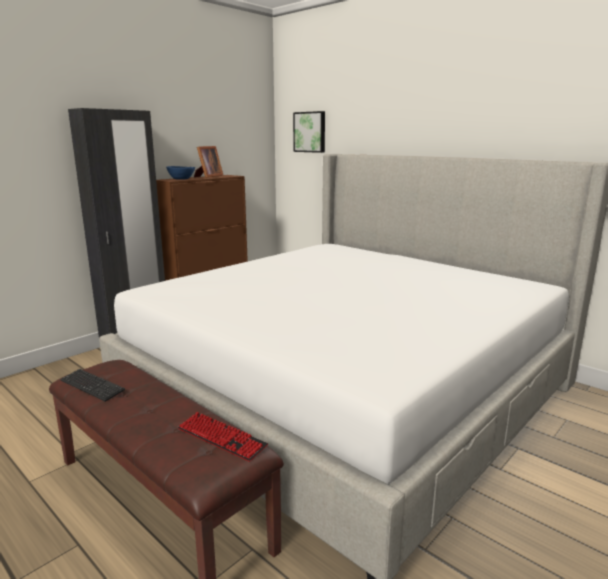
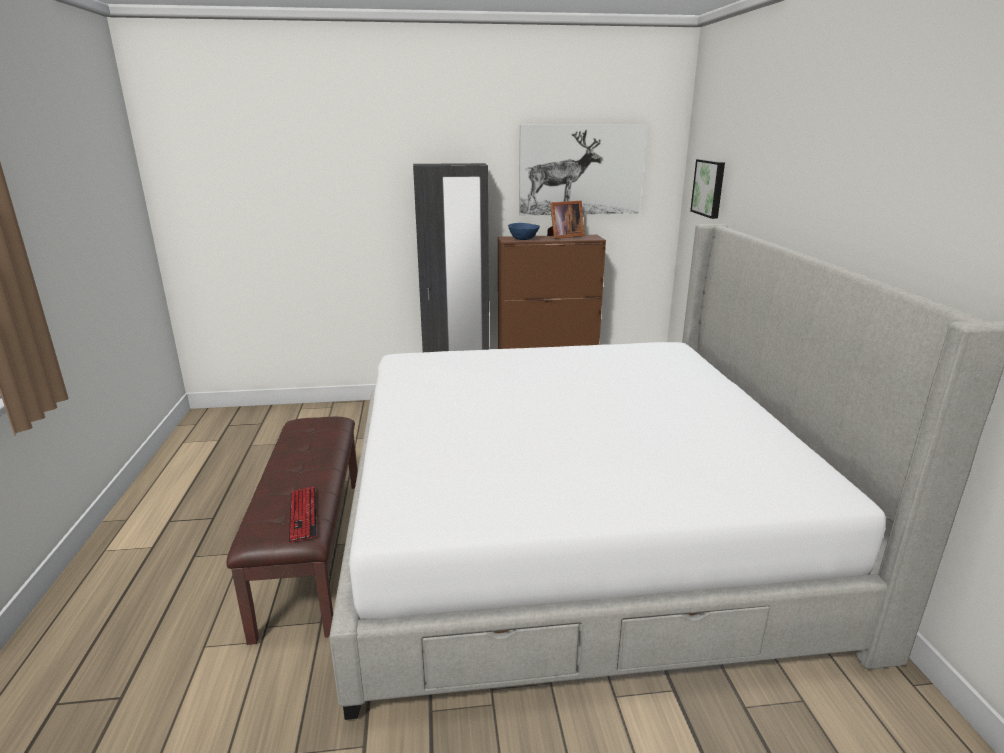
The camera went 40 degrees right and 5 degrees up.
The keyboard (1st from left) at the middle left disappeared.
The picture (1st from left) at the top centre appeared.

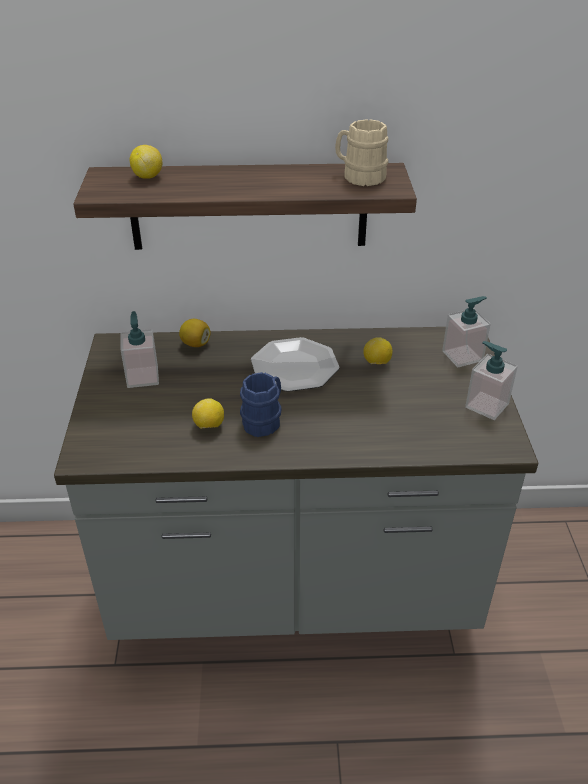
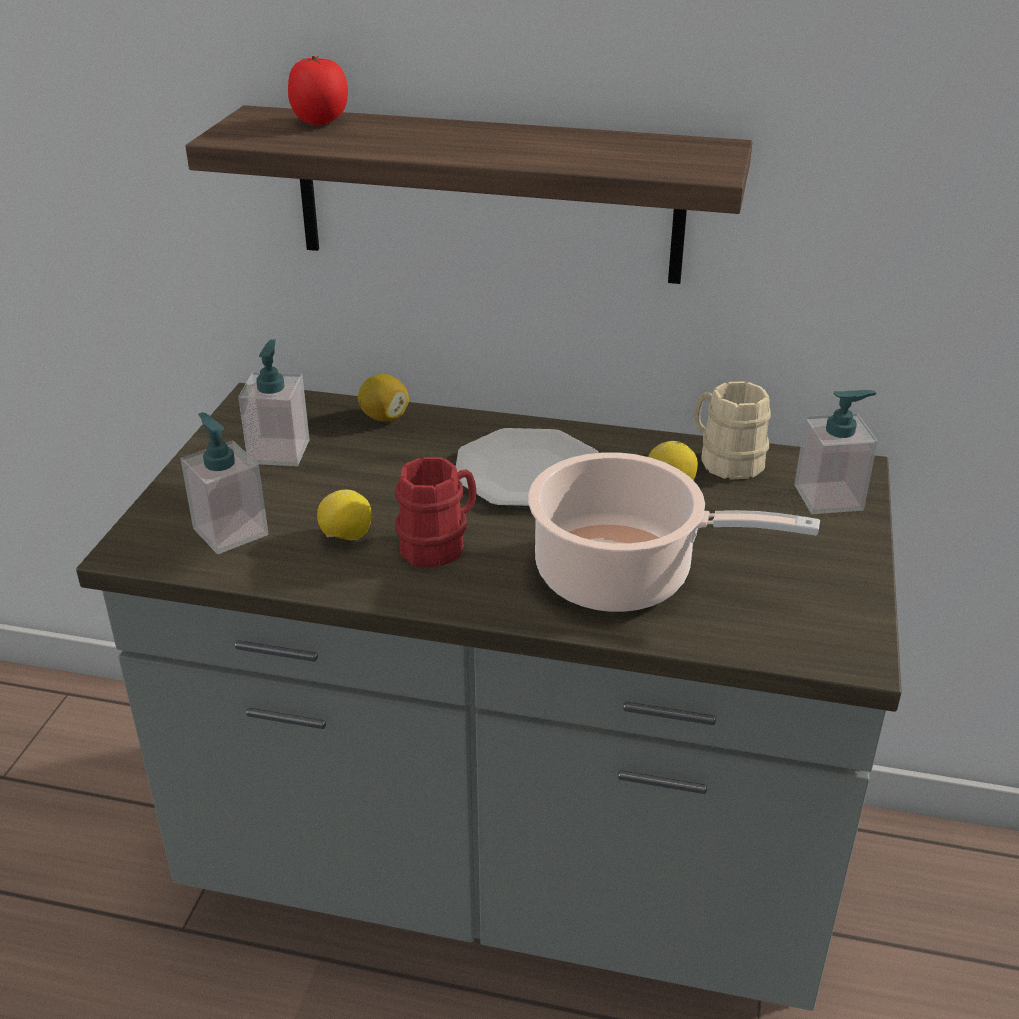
The camera went 15 degrees right and 5 degrees down.
The cooking pot at the centre appeared.
The beige mug moved from the top centre to the middle right.
The soap dispenser (3rd from left in the first image) moved from the middle right to the middle left.
The lemon (1st from left) at the top left was replaced by the tomato at the top left.
The blue mug at the centre became the red mug at the centre.

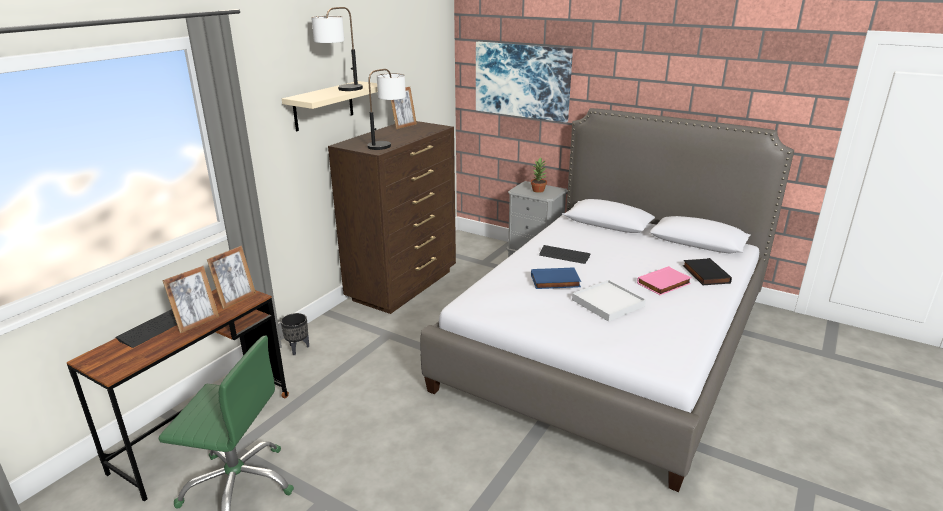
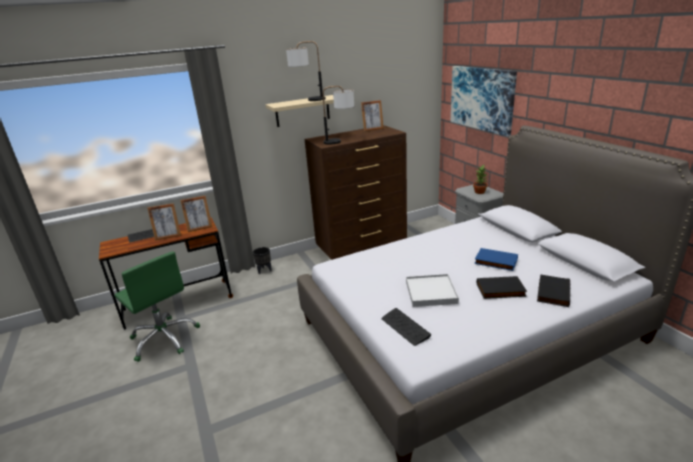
The camera went 35 degrees right and 0 degrees up.
The blue book moved from the centre to the middle right.
The keyboard (2nd from left) moved from the centre to the bottom centre.
The pink book at the middle right became the black book (1st from left) at the middle right.

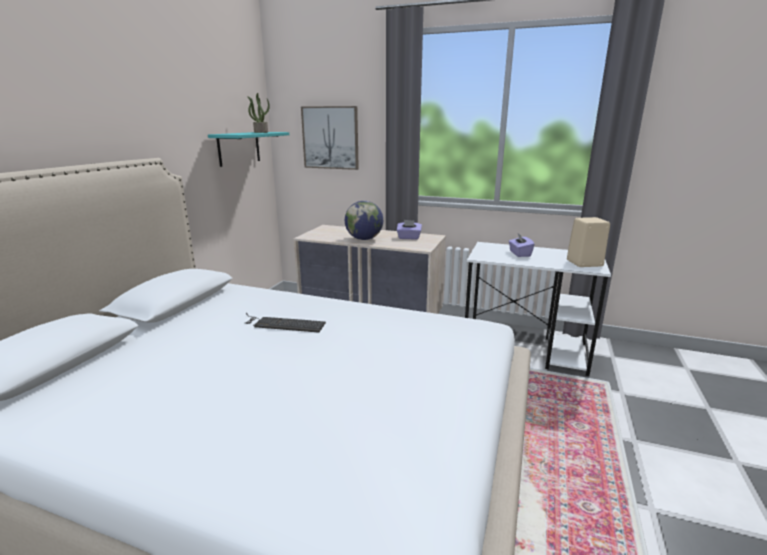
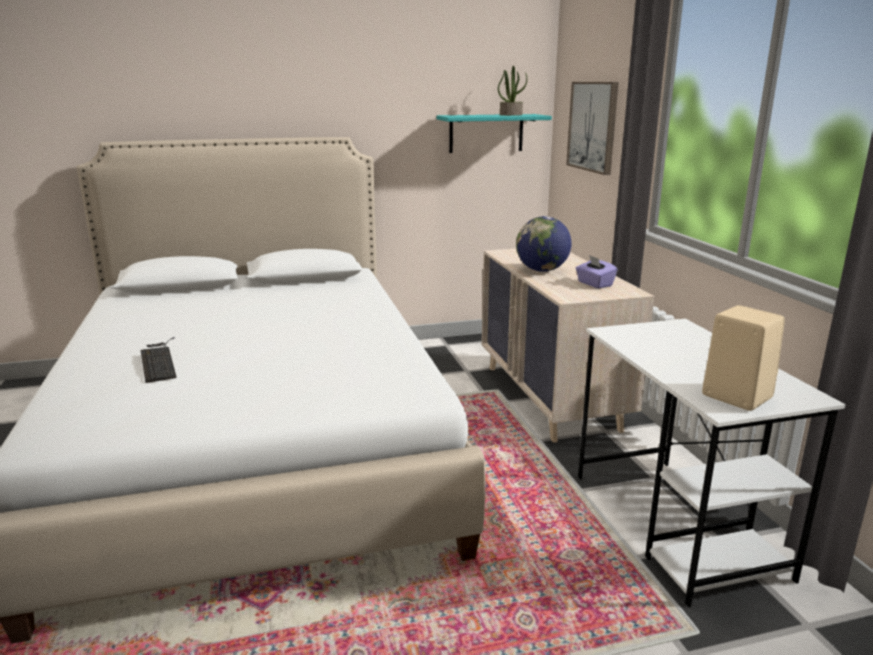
The camera went 55 degrees right and 0 degrees up.
The purple tissue box (2nd from left) at the middle right disappeared.
The keyboard moved from the centre to the middle left.

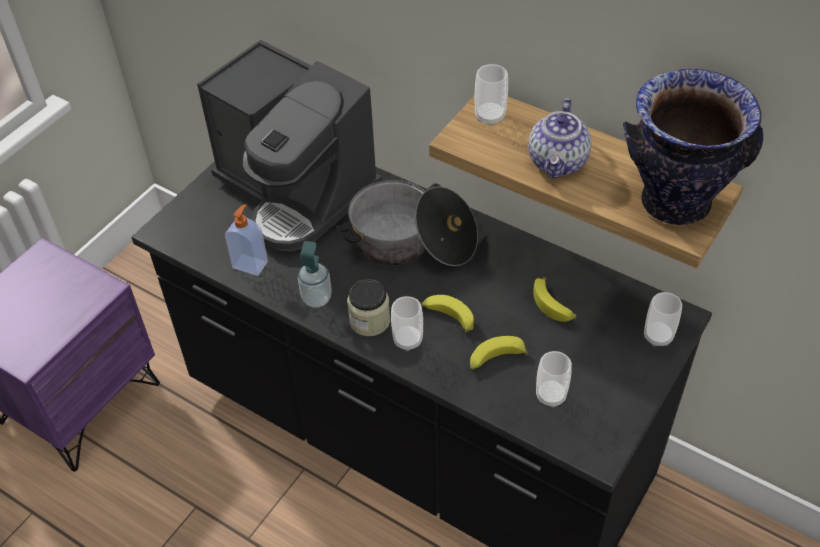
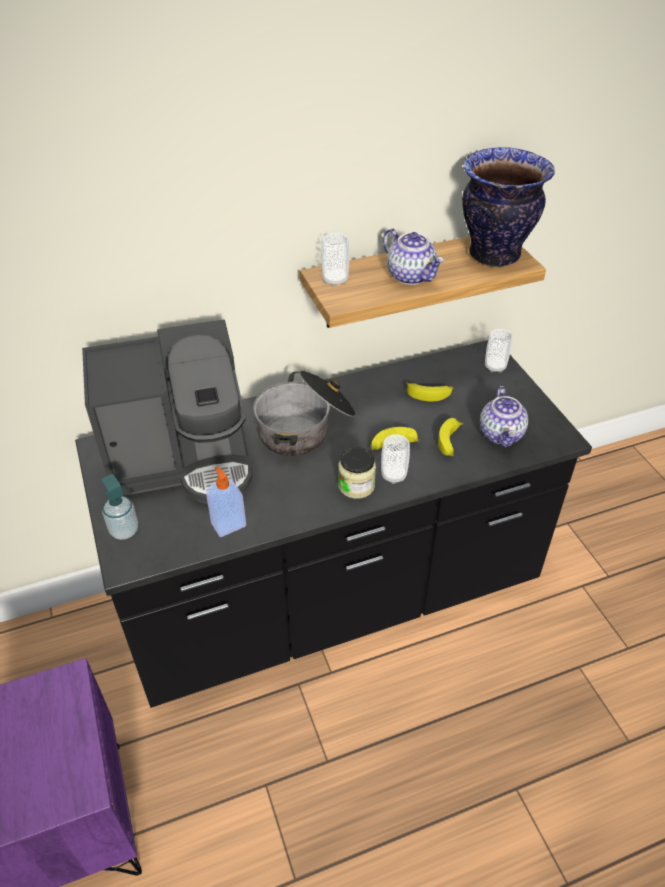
The camera went 55 degrees left and 5 degrees down.
The soap dispenser (2nd from left in the first image) moved from the centre to the middle left.
The cup (3rd from left) at the bottom right was replaced by the teapot (2nd from left) at the middle right.

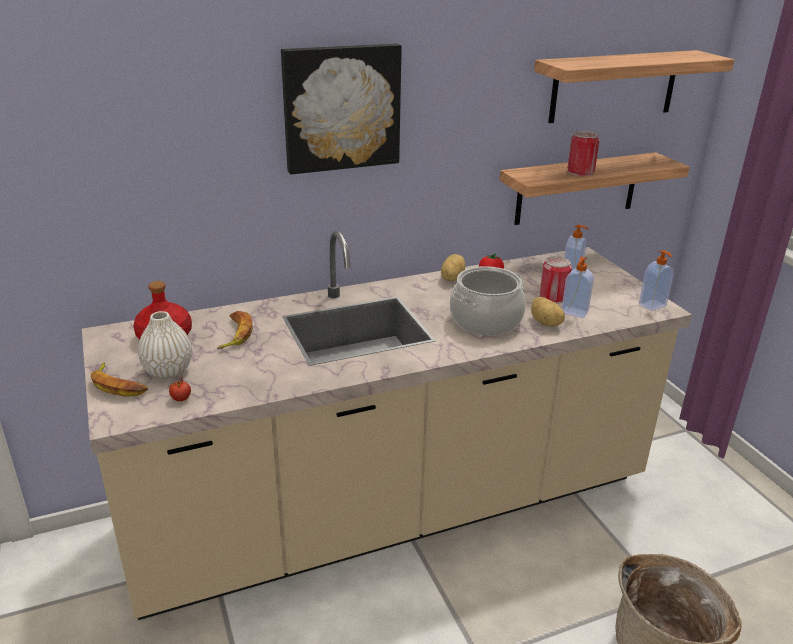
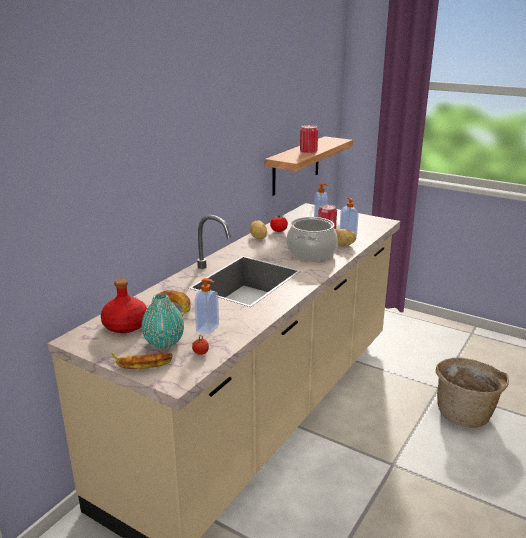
The camera went 35 degrees left and 5 degrees down.
The picture at the top centre disappeared.
The shelf (2nd from left) at the top right disappeared.
The soap dispenser (3rd from left in the first image) moved from the middle right to the centre.
The white vase at the middle left became the turquoise vase at the middle left.

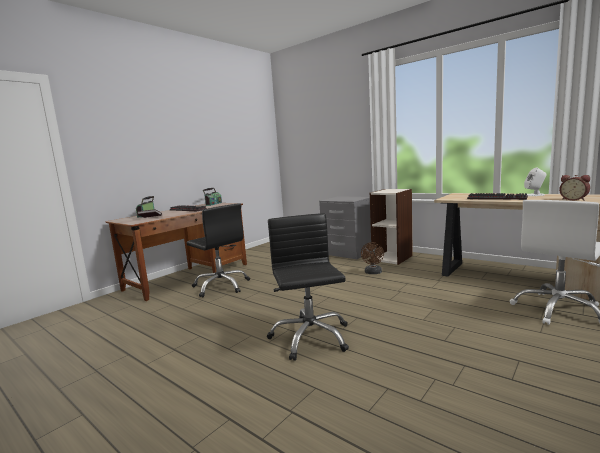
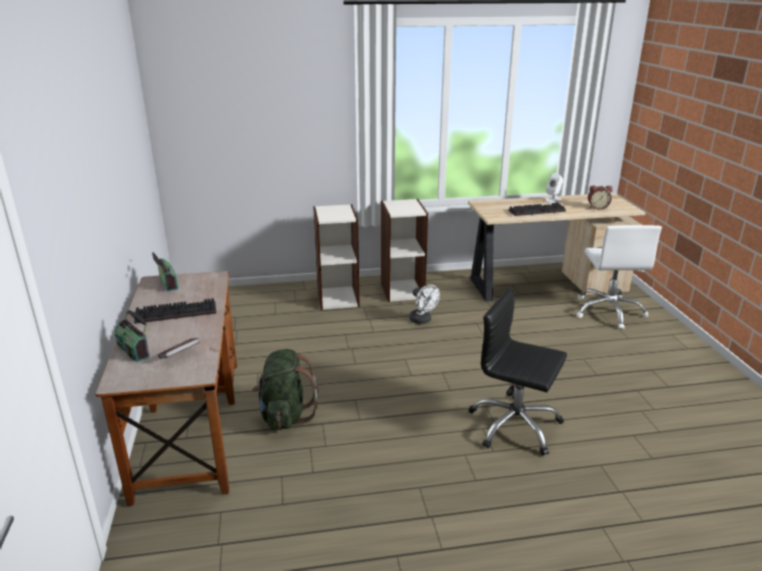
The camera went 50 degrees left and 15 degrees up.
The black office chair (1st from left) at the centre was replaced by the green backpack at the bottom centre.
The grey nightstand at the centre was replaced by the bookcase (1st from left) at the centre.
The brown fan at the centre became the white fan at the centre.

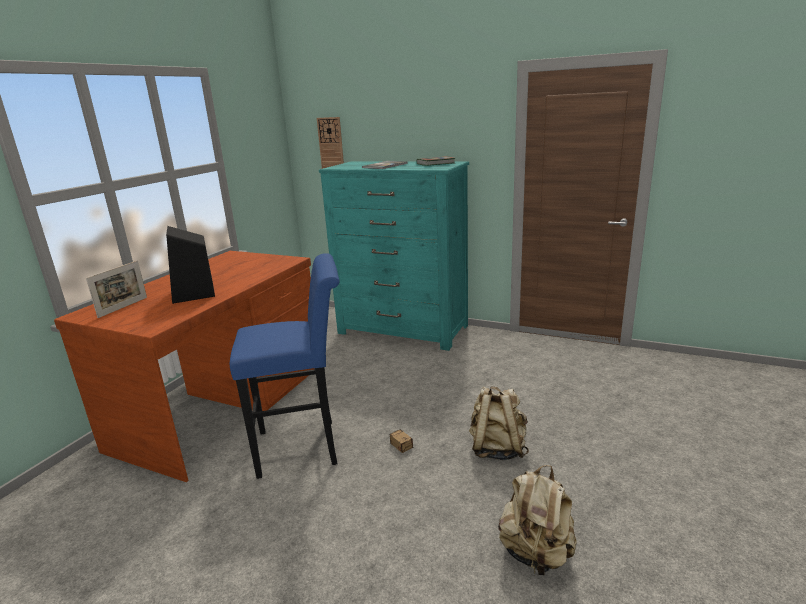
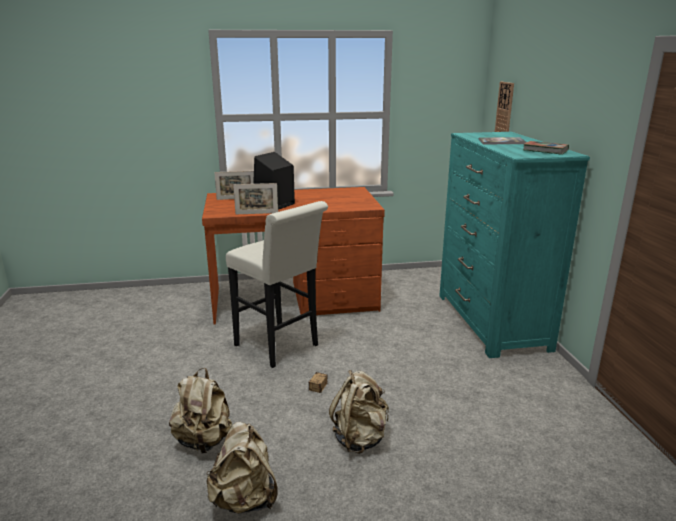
The camera went 55 degrees right and 0 degrees up.
The beige backpack (1st from left) at the bottom left appeared.
The picture frame (2nd from left) at the centre appeared.
The blue stool at the centre became the white stool at the centre.

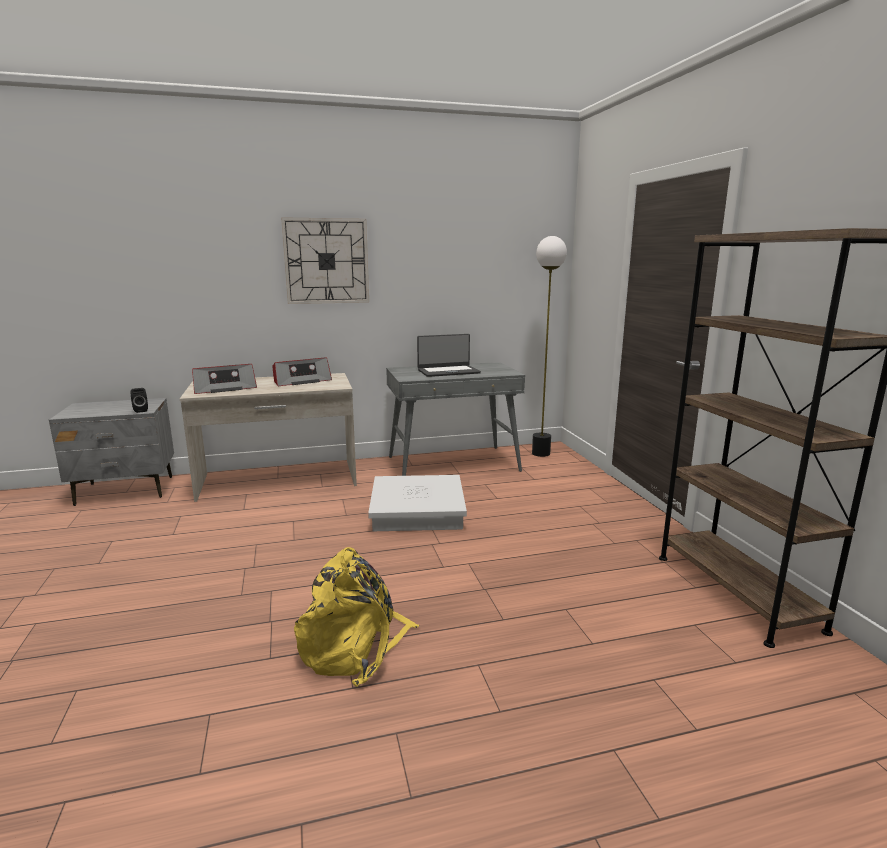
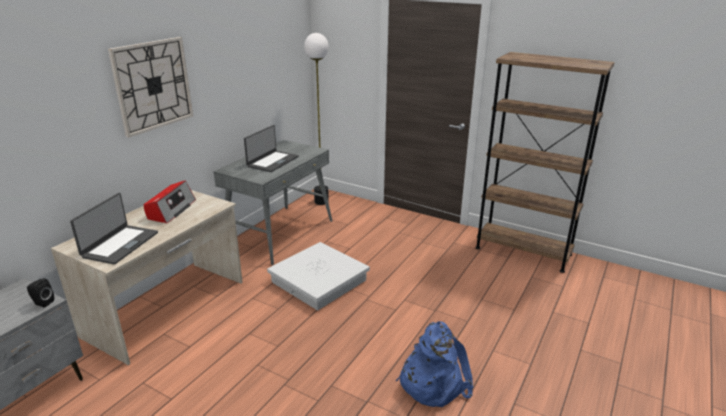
The camera went 45 degrees left and 10 degrees up.
The radio (1st from left) at the middle left was replaced by the laptop (1st from left) at the middle left.
The yellow backpack at the bottom centre became the blue backpack at the bottom centre.

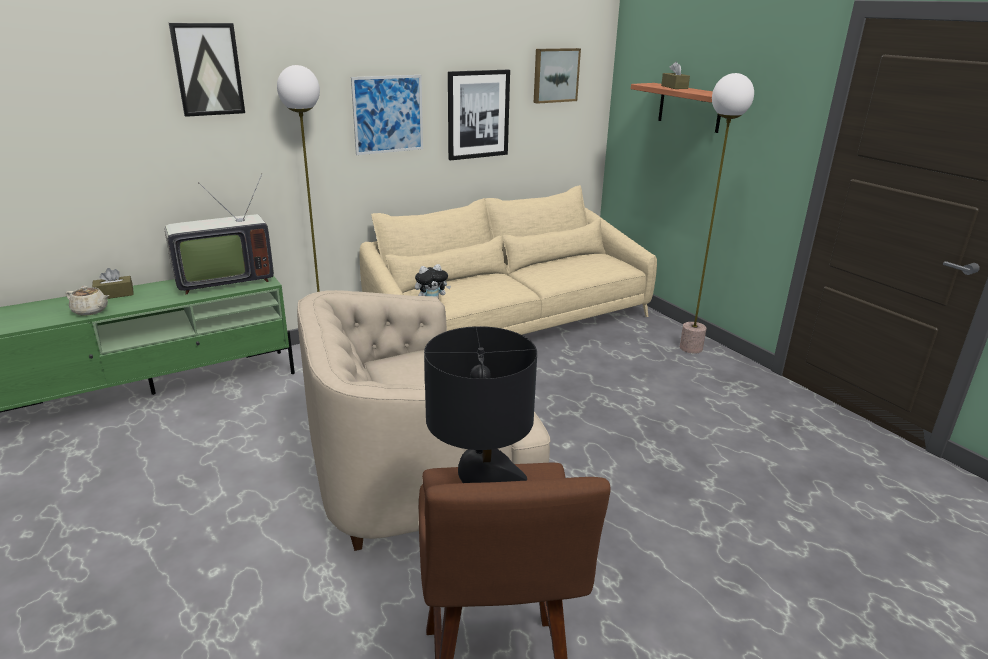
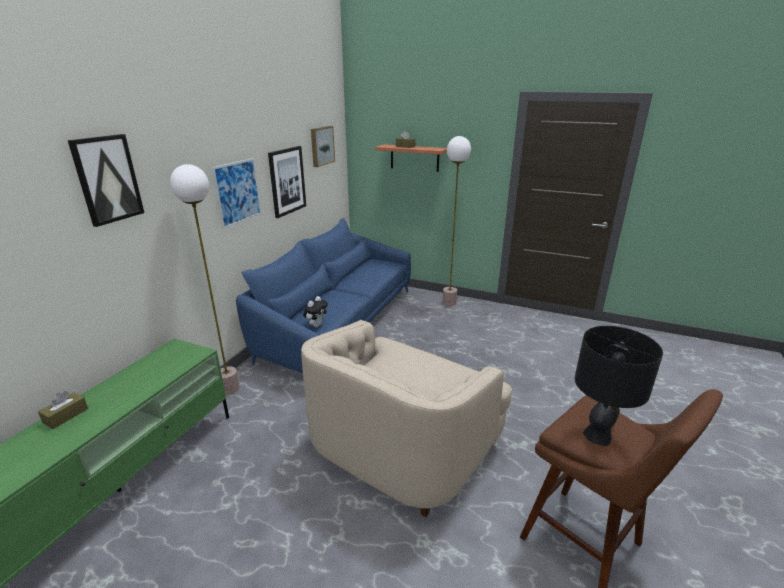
The camera went 35 degrees left and 0 degrees up.
The beige teapot at the middle left disappeared.
The television at the middle left disappeared.
The beige sofa at the centre became the blue sofa at the centre.

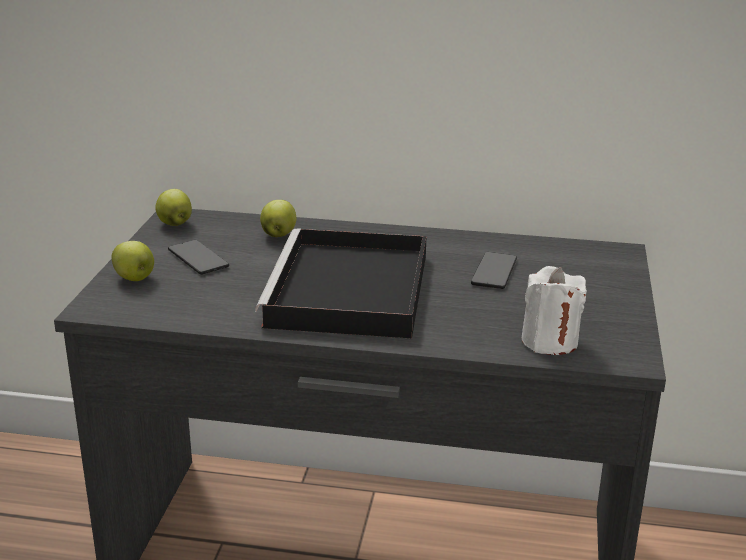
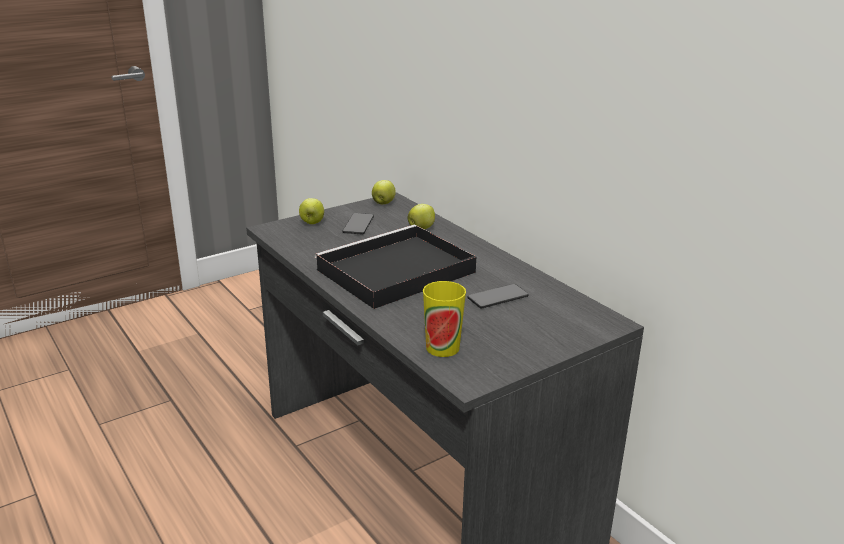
The camera went 45 degrees right and 0 degrees up.
The white candle at the middle right was replaced by the cup at the centre.

